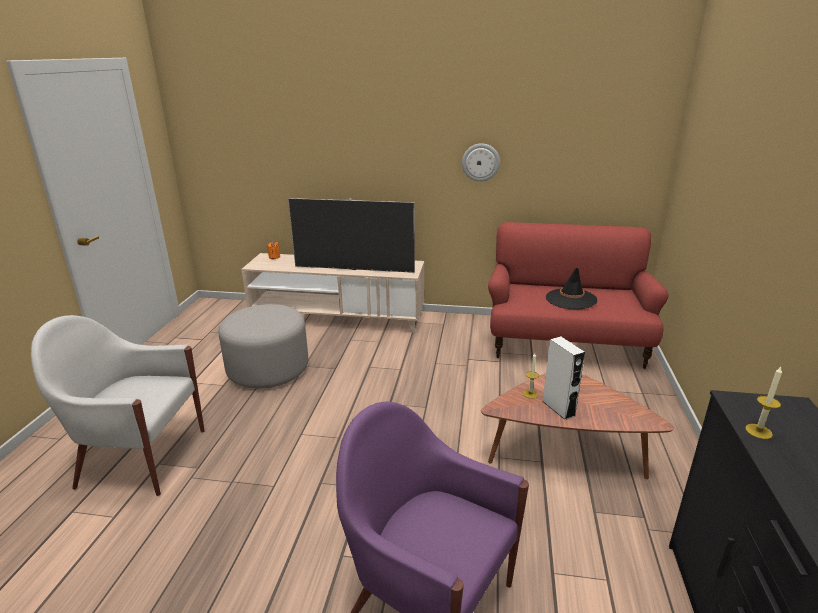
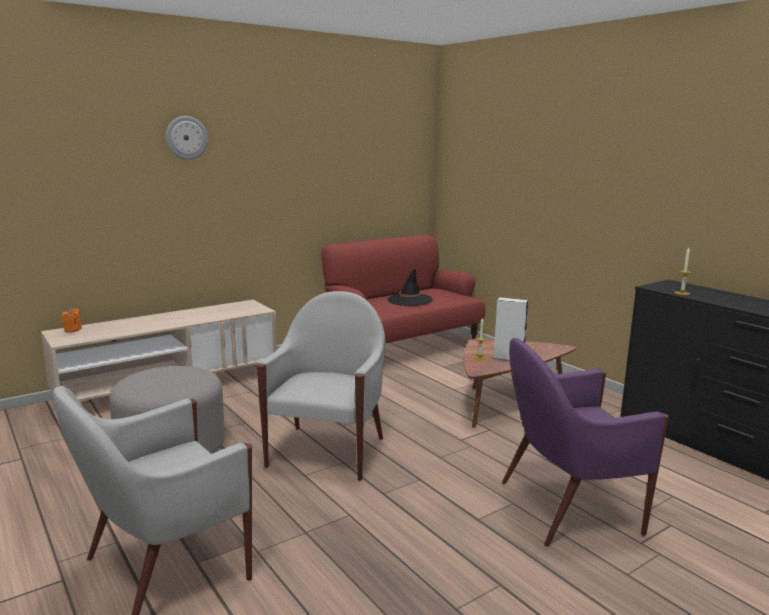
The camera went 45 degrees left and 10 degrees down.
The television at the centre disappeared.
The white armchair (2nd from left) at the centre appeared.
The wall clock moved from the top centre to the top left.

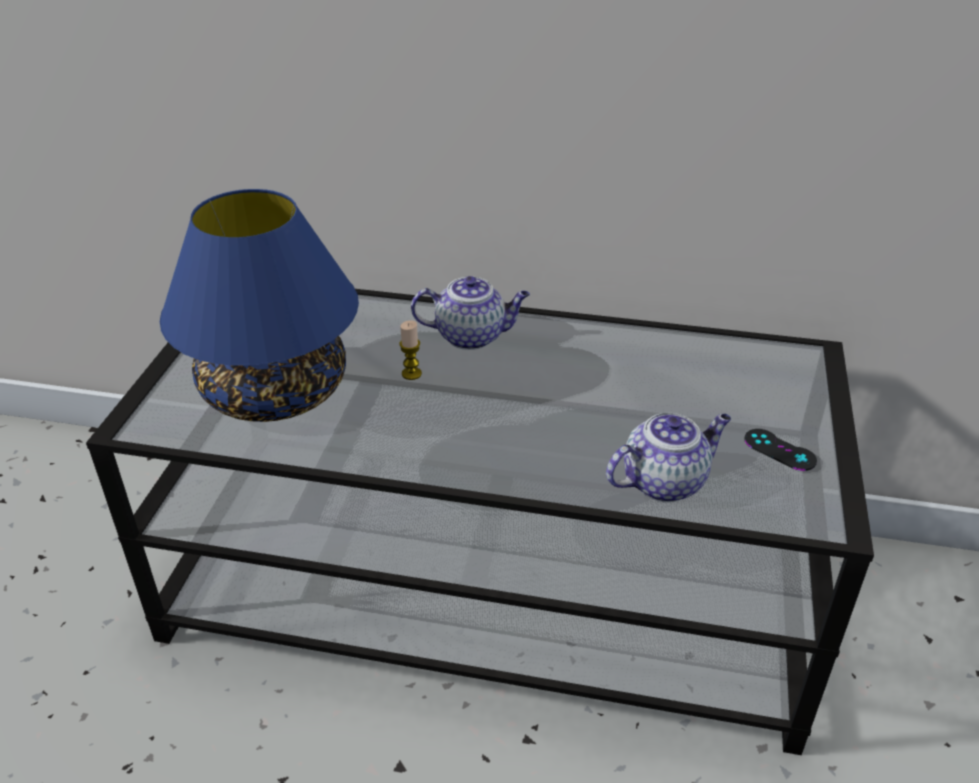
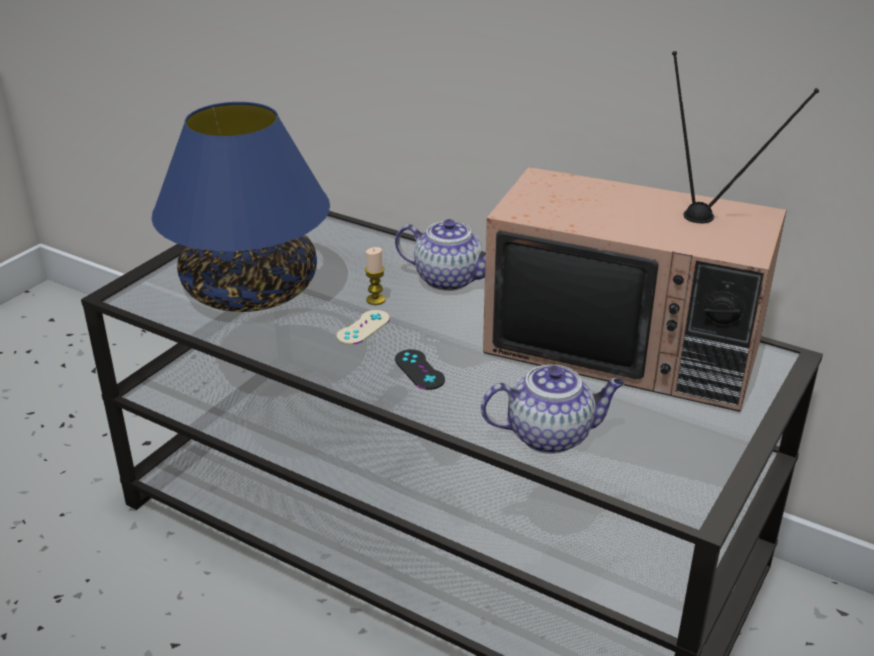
The camera went 20 degrees right and 5 degrees down.
The beige game controller at the centre appeared.
The television at the middle right appeared.
The black game controller moved from the middle right to the centre.

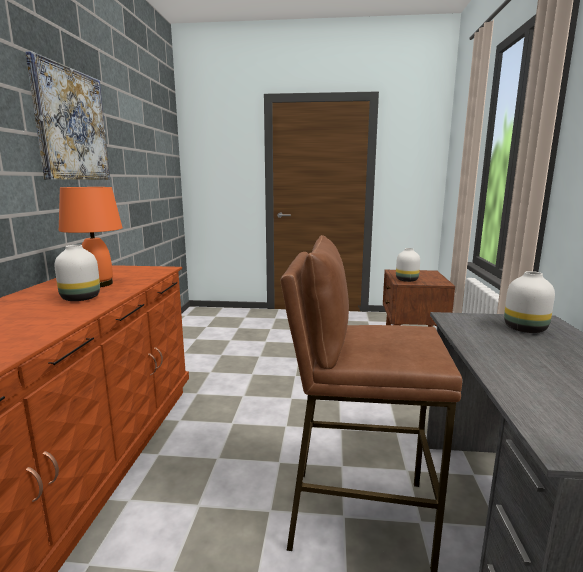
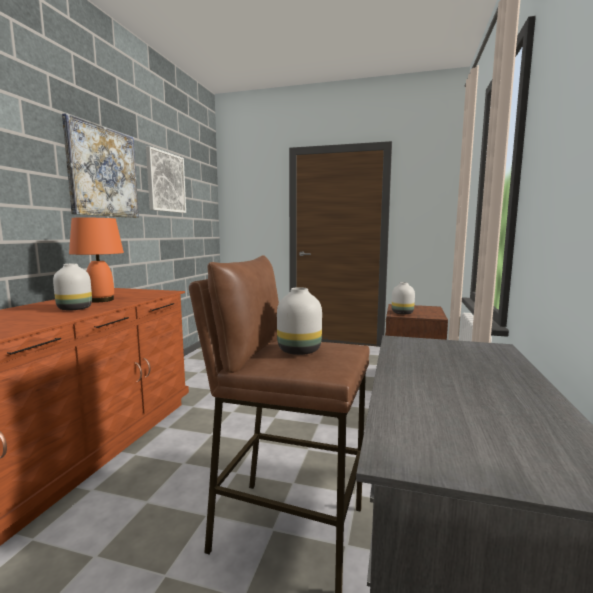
The camera went 10 degrees right and 5 degrees down.
The picture (2nd from left) at the top left appeared.
The white vase (3rd from left in the first image) moved from the middle right to the centre.

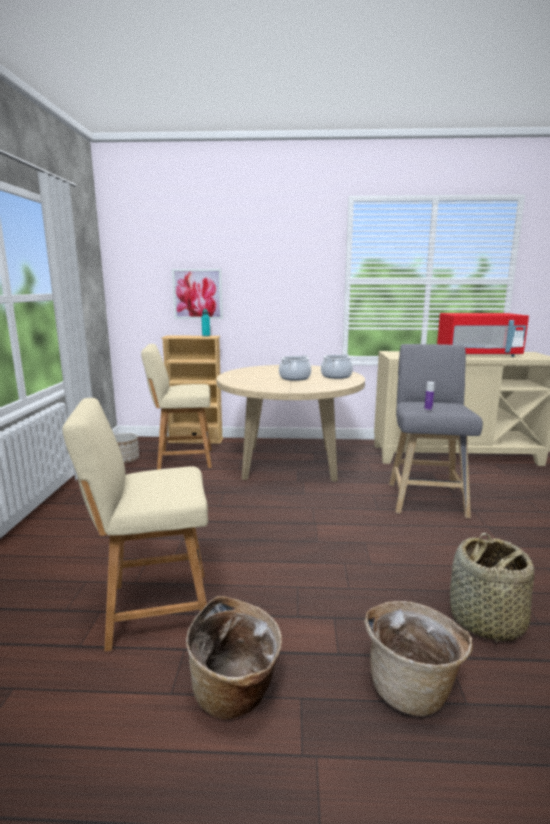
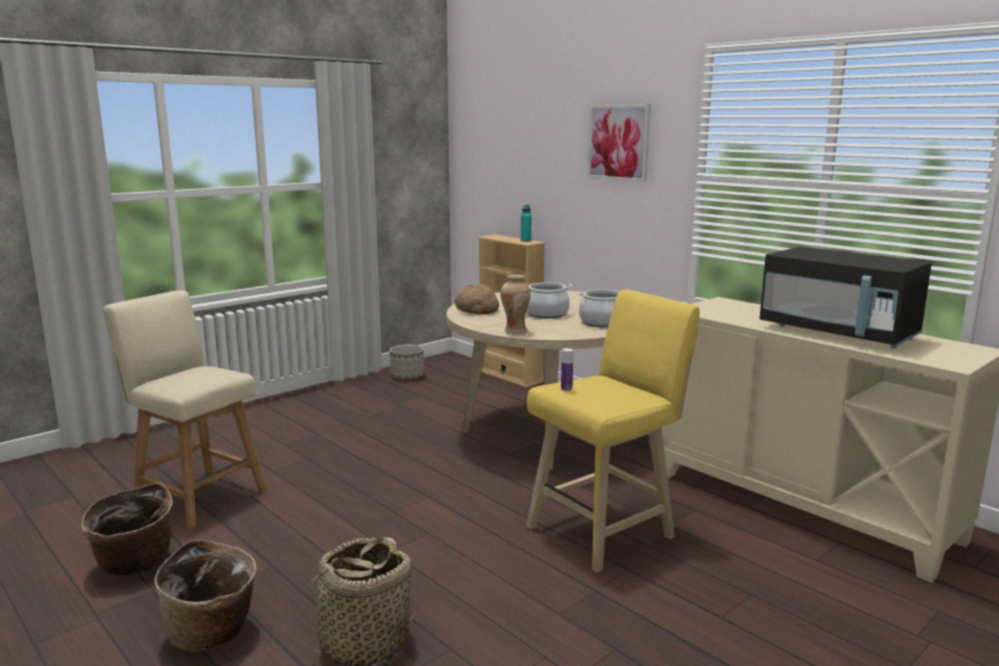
The camera went 45 degrees right and 0 degrees up.
The beige chair (2nd from left) at the middle left disappeared.
The bread at the centre appeared.
The vase at the centre appeared.
The picture moved from the centre to the top centre.
The grey stool at the middle right became the yellow stool at the centre.
The red microwave at the middle right became the black microwave at the middle right.

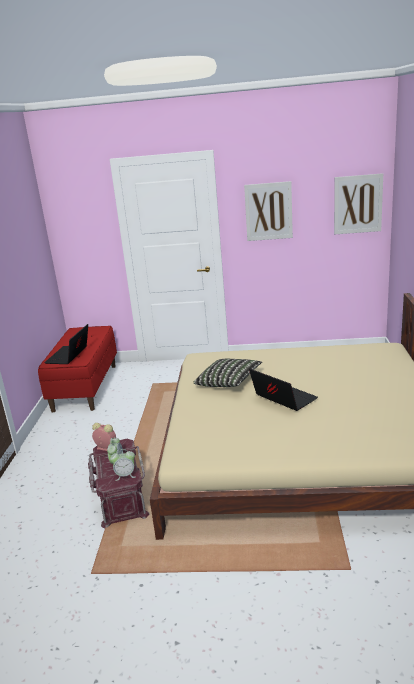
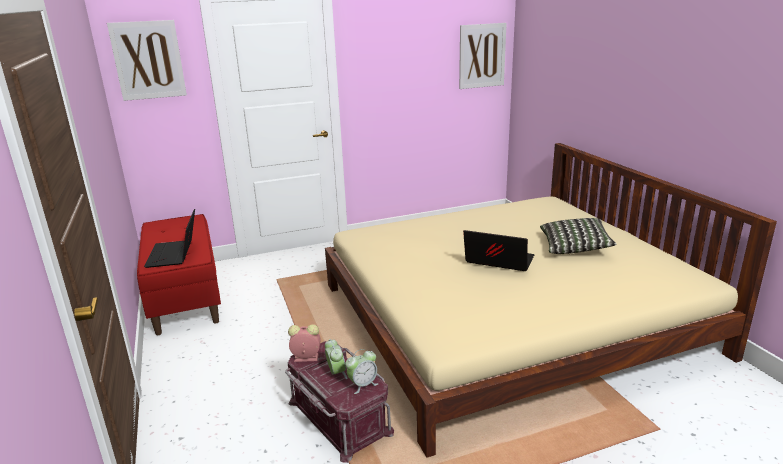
The camera went 25 degrees left and 0 degrees up.
The pillow moved from the centre to the middle right.
The picture (1st from left) moved from the top centre to the top left.

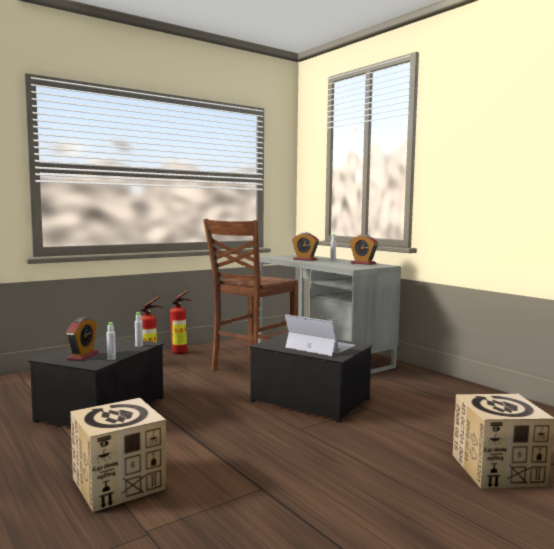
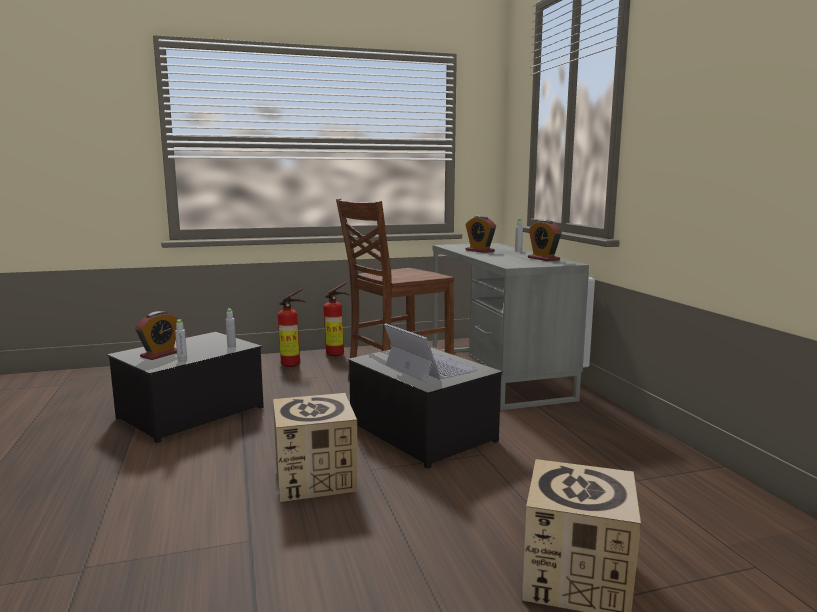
The camera went 20 degrees right and 5 degrees up.
The cardboard box (1st from left) moved from the bottom left to the bottom centre.

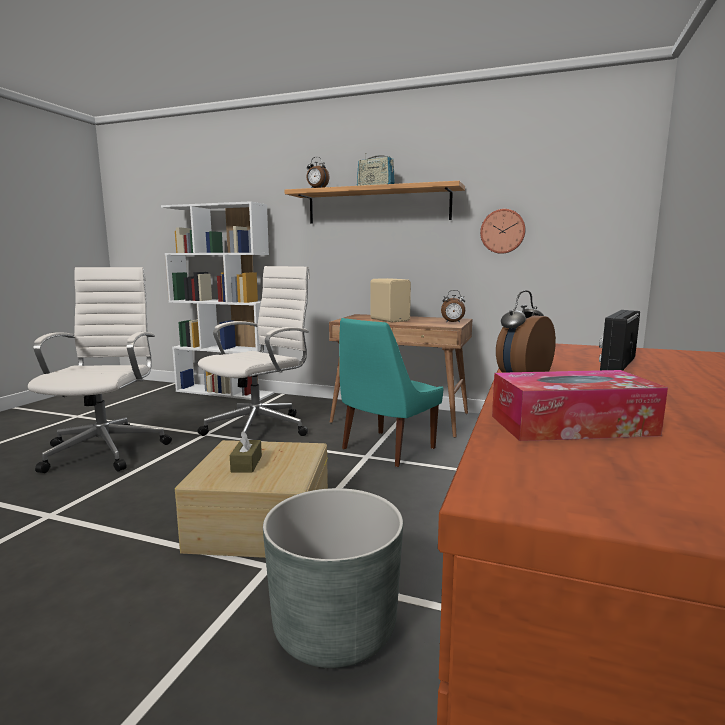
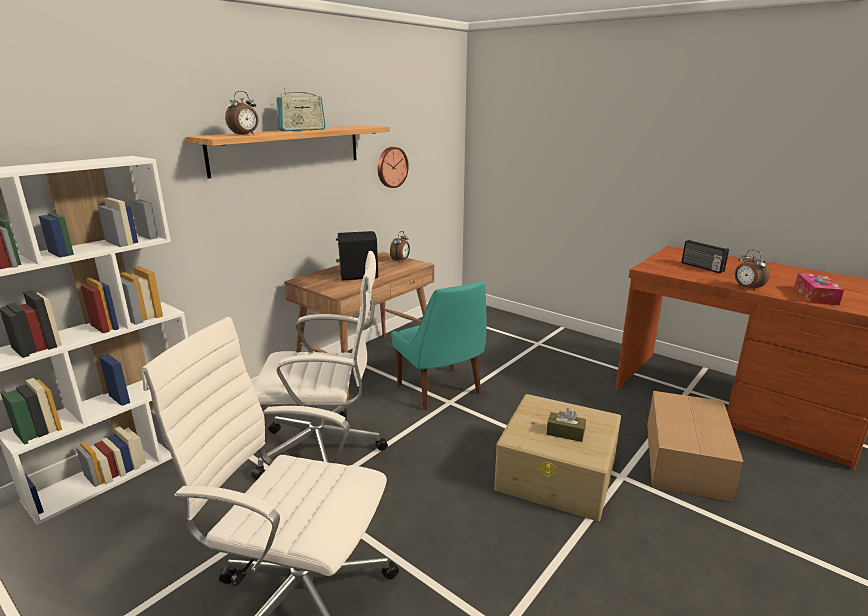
The camera went 70 degrees left and 10 degrees up.
The grey planter at the bottom centre was replaced by the cardboard box at the bottom right.
The beige speaker at the centre became the black speaker at the centre.
The white office chair (2nd from left) at the centre turned 120 degrees clockwise.

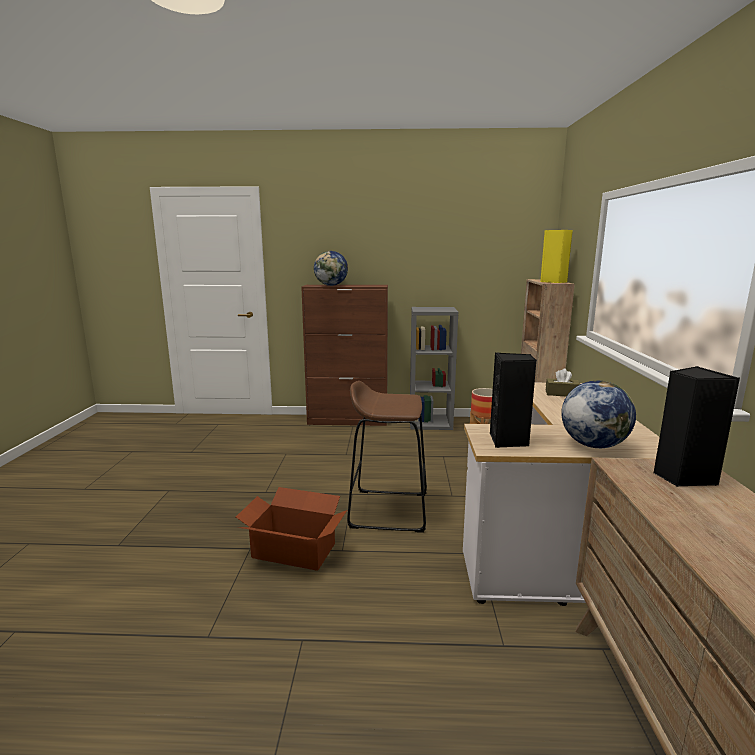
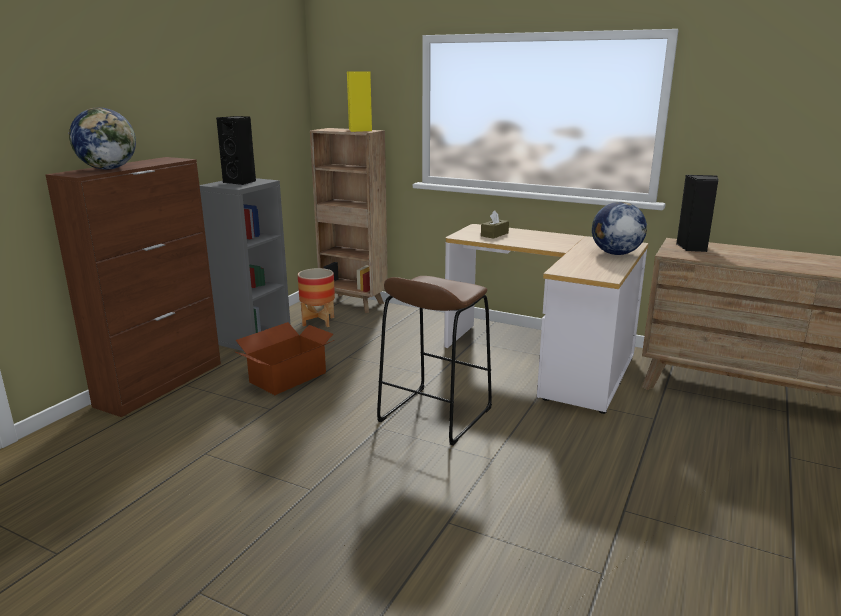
The camera went 65 degrees left and 5 degrees up.
The cardboard box moved from the bottom centre to the centre.
The black speaker (1st from left) moved from the middle right to the top left.

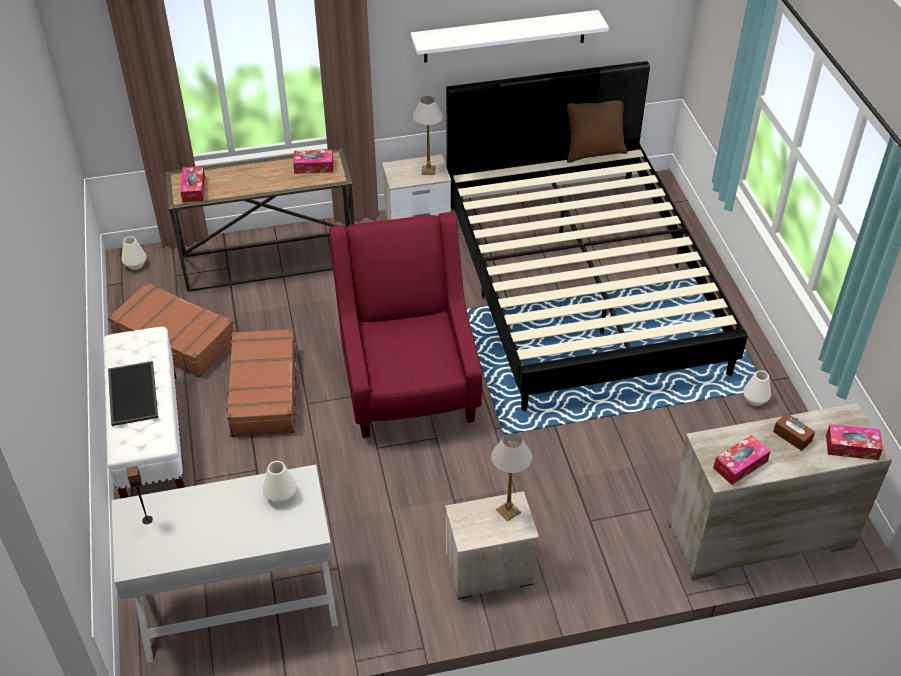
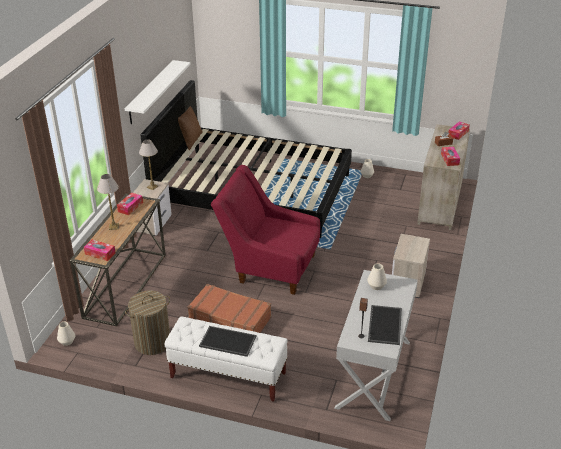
The camera went 60 degrees left and 10 degrees down.
The tray (2nd from left) at the bottom right appeared.
The table lamp (2nd from left in the first image) moved from the bottom centre to the middle left.
The brown suitcase (1st from left) at the middle left was replaced by the laundry basket at the bottom left.

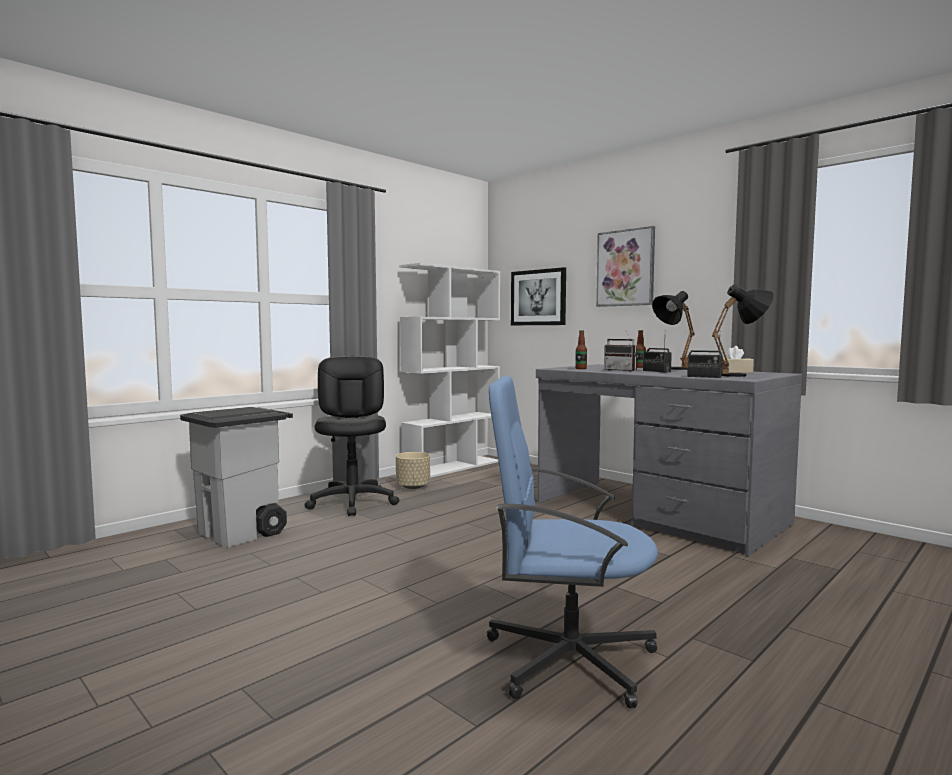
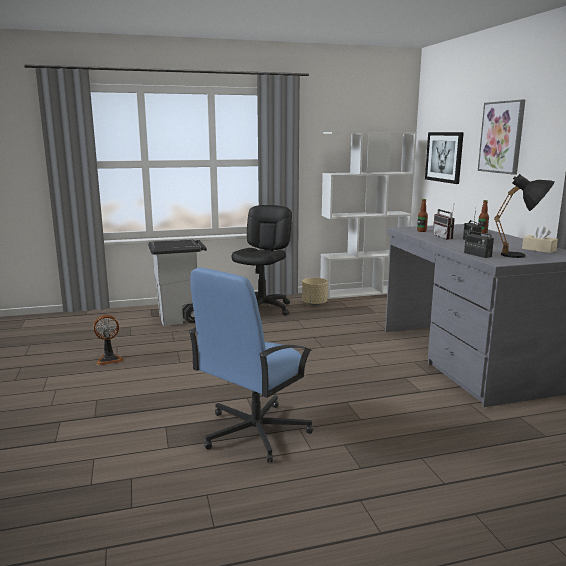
The camera went 30 degrees right and 10 degrees up.
The black table lamp (1st from left) at the middle right disappeared.
The fan at the middle left appeared.
The blue office chair at the bottom centre turned 90 degrees counterclockwise.

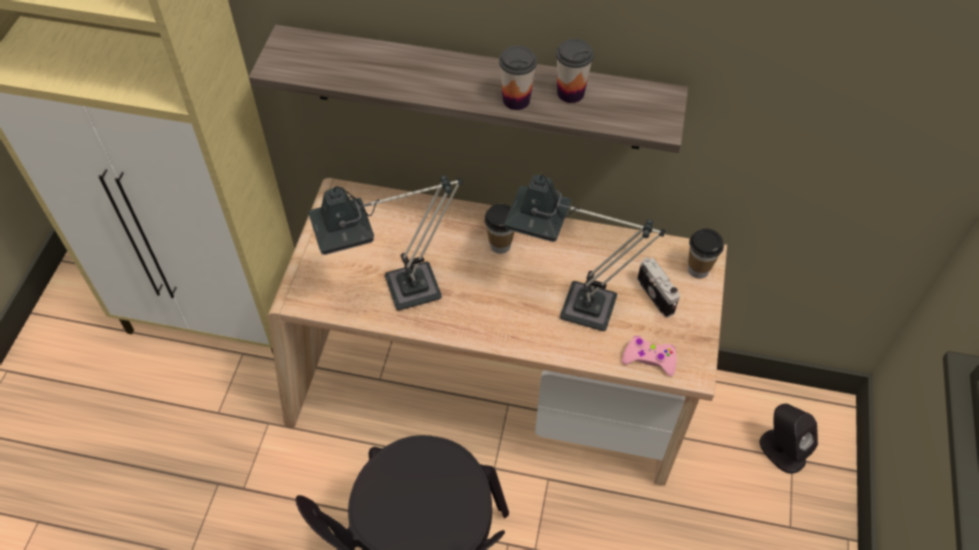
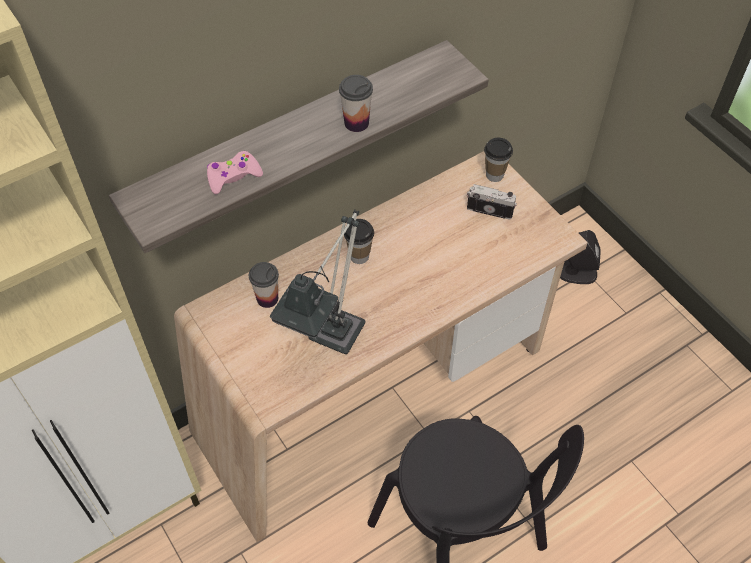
The camera went 45 degrees left and 0 degrees up.
The table lamp (2nd from left) at the centre disappeared.
The cup (3rd from left in the first image) moved from the top centre to the centre.
The pink game controller moved from the centre to the top left.

